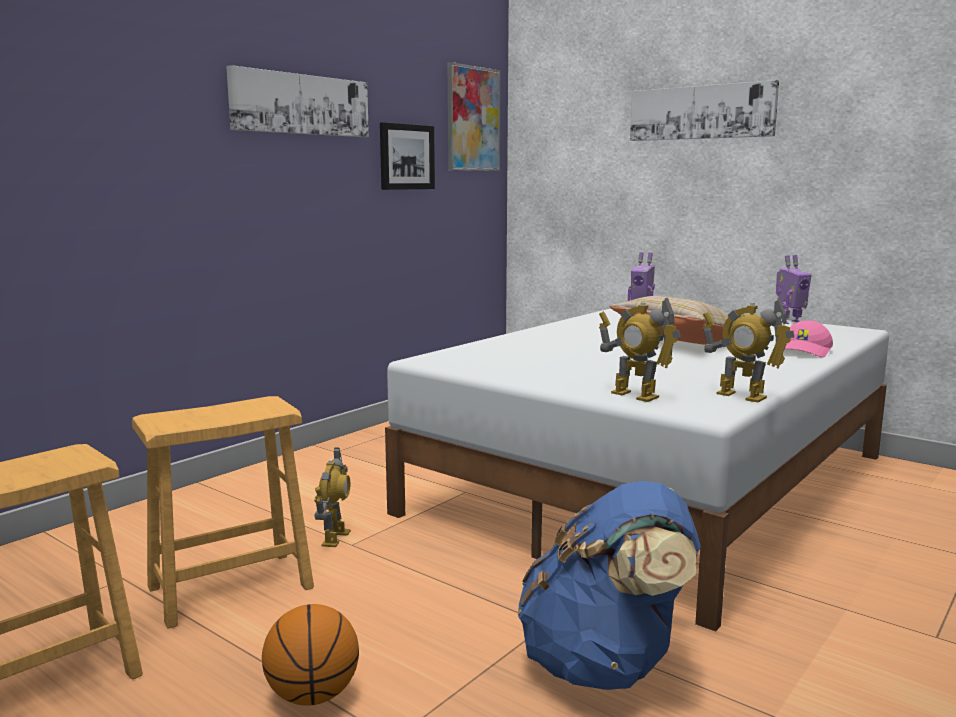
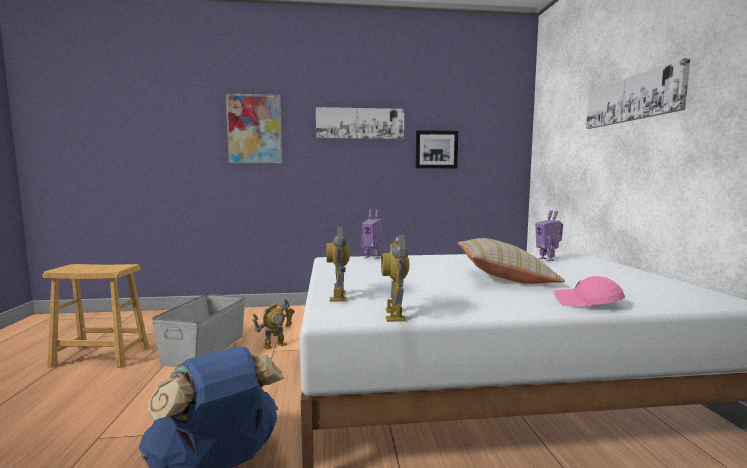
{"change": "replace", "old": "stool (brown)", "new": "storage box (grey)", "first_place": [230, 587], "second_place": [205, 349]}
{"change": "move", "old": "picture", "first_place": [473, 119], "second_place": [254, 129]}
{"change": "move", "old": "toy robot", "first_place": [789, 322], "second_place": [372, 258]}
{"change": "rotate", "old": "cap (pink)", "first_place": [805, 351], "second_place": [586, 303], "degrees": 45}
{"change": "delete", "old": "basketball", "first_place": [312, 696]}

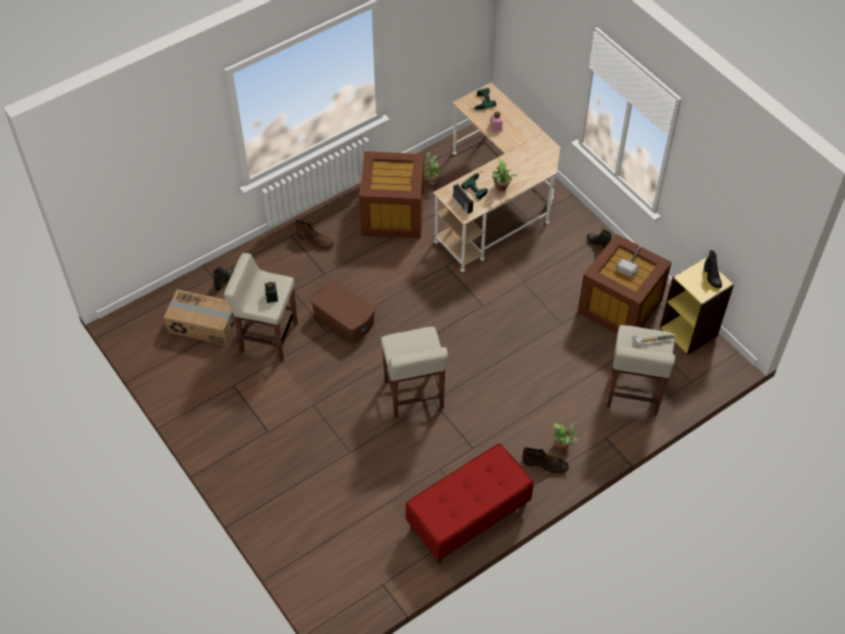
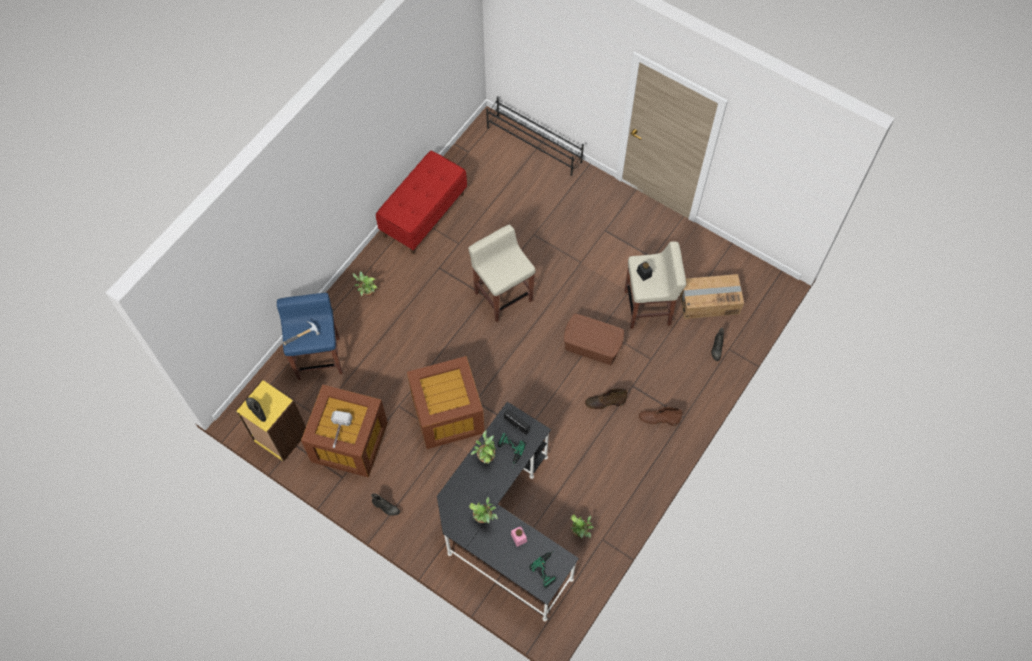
{"change": "recolor", "old": "stool (beige)", "new": "stool (blue)", "first_place": [633, 393], "second_place": [319, 357]}
{"change": "move", "old": "storage box (brown)", "first_place": [392, 213], "second_place": [449, 415]}
{"change": "recolor", "old": "desk (beige)", "new": "desk (black)", "first_place": [496, 202], "second_place": [503, 526]}
{"change": "insert", "new": "potted plant", "second_place": [484, 517]}
{"change": "insert", "new": "shoe rack (black)", "second_place": [534, 145]}
{"change": "move", "old": "boot (brown)", "first_place": [545, 464], "second_place": [605, 402]}

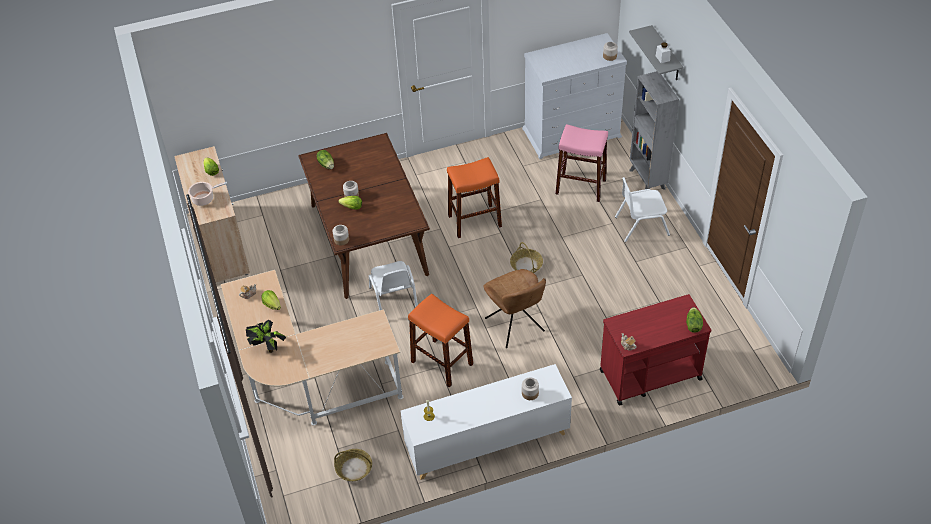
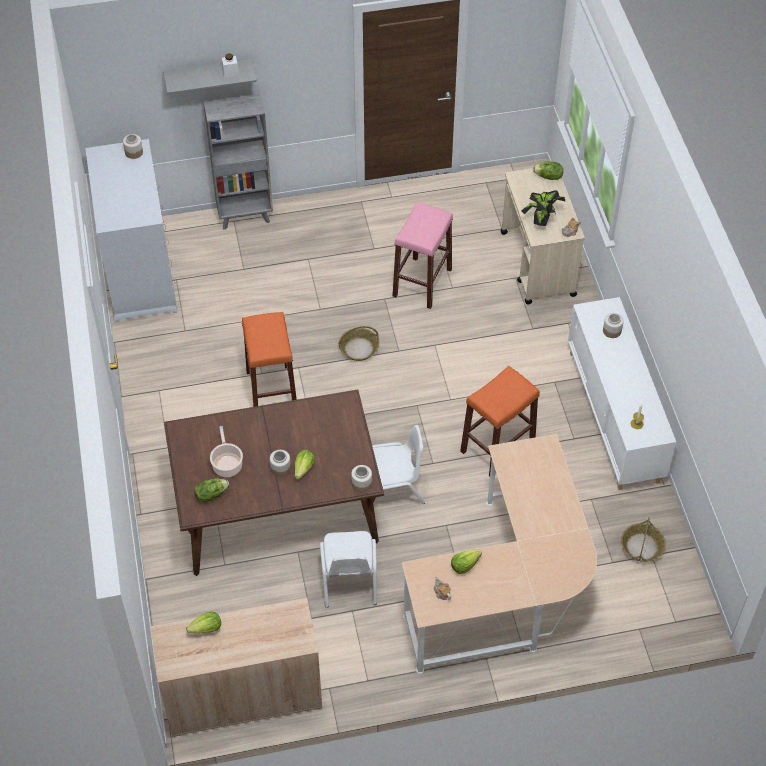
{"change": "move", "old": "cooking pot", "first_place": [204, 199], "second_place": [227, 464]}
{"change": "move", "old": "chair (white)", "first_place": [641, 225], "second_place": [349, 578]}
{"change": "move", "old": "stool (pink)", "first_place": [581, 187], "second_place": [422, 282]}
{"change": "recolor", "old": "cart (red)", "new": "cart (beige)", "first_place": [649, 375], "second_place": [537, 264]}
{"change": "move", "old": "potted plant", "first_place": [268, 348], "second_place": [542, 220]}
{"change": "delete", "old": "chair (brown)", "first_place": [515, 326]}

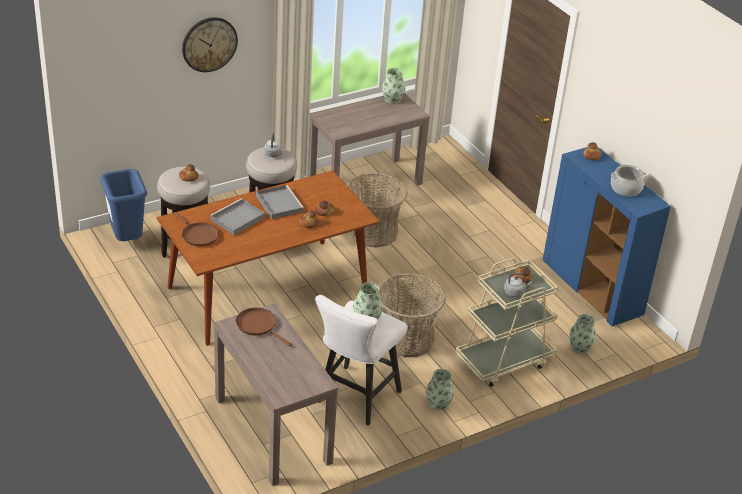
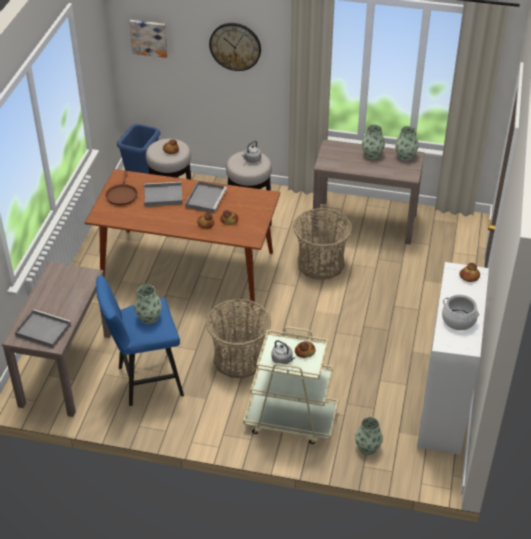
{"change": "insert", "new": "tray (grey)", "second_place": [42, 330]}
{"change": "recolor", "old": "stool (white)", "new": "stool (blue)", "first_place": [355, 399], "second_place": [145, 381]}
{"change": "insert", "new": "picture", "second_place": [149, 37]}
{"change": "move", "old": "vase", "first_place": [438, 403], "second_place": [372, 154]}
{"change": "recolor", "old": "cabinet (blue)", "new": "cabinet (white)", "first_place": [592, 289], "second_place": [444, 406]}
{"change": "delete", "old": "frying pan (brown)", "first_place": [258, 325]}

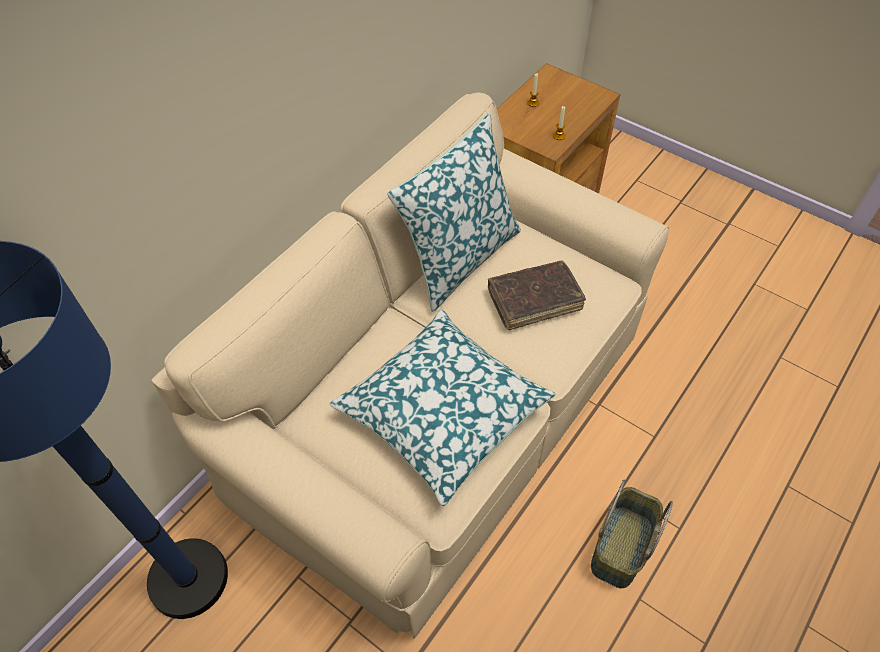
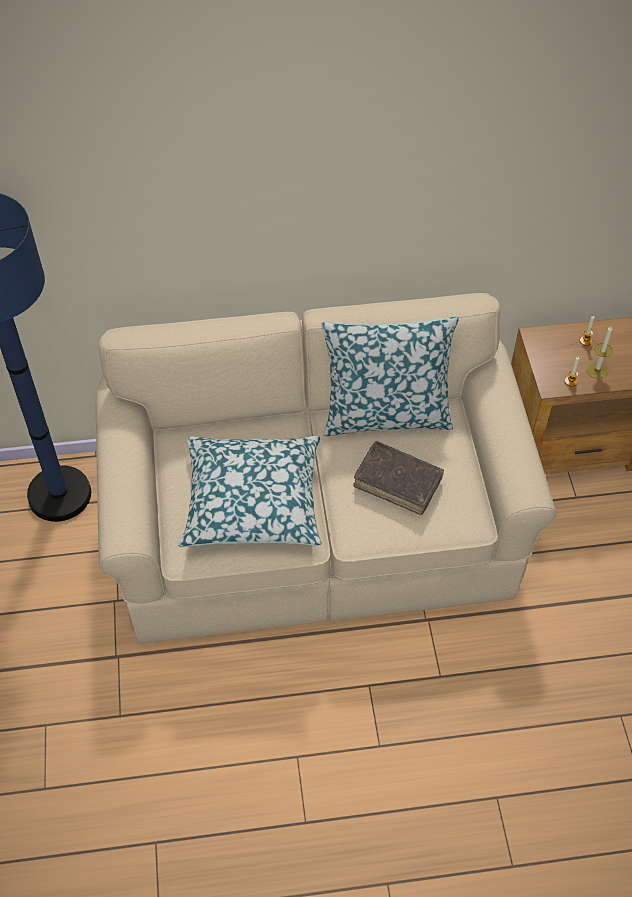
{"change": "insert", "new": "candle", "second_place": [597, 371]}
{"change": "delete", "old": "basket", "first_place": [620, 545]}

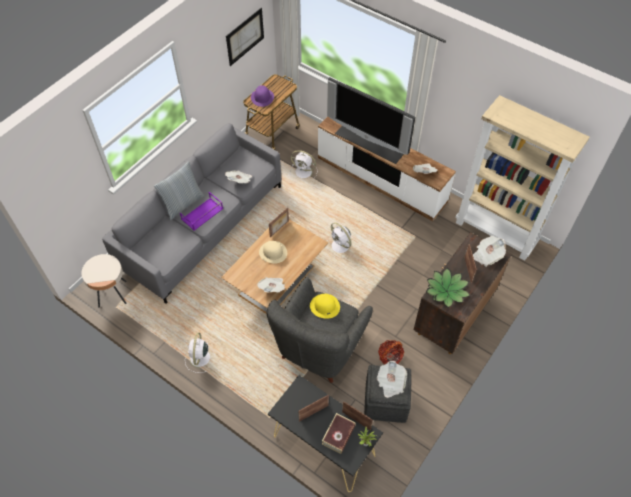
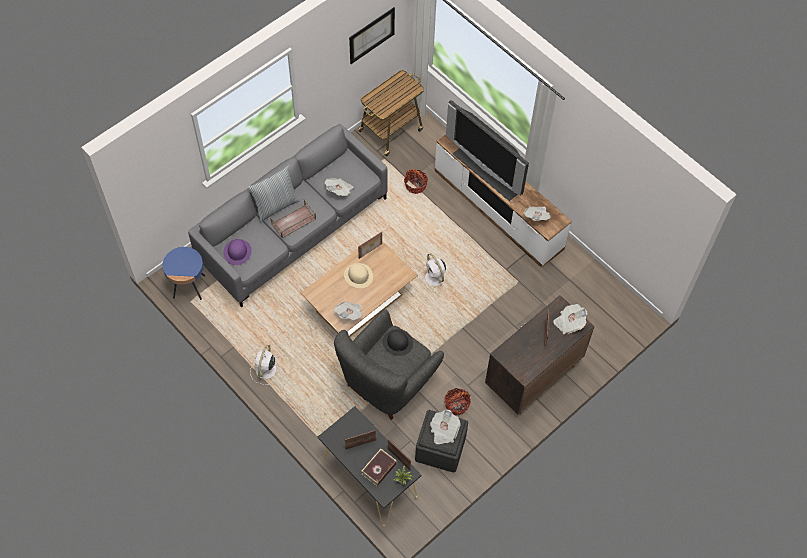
{"change": "recolor", "old": "side table (beige)", "new": "side table (blue)", "first_place": [112, 294], "second_place": [189, 287]}
{"change": "move", "old": "hat (purple)", "first_place": [262, 97], "second_place": [237, 252]}
{"change": "recolor", "old": "tray (purple)", "new": "tray (brown)", "first_place": [202, 214], "second_place": [293, 222]}
{"change": "recolor", "old": "hat (yellow)", "new": "hat (black)", "first_place": [324, 306], "second_place": [397, 342]}
{"change": "replace", "old": "fan (white)", "new": "basket", "first_place": [304, 172], "second_place": [415, 185]}
{"change": "delete", "old": "potted plant", "first_place": [446, 291]}
{"change": "delete", "old": "bookcase (beige)", "first_place": [496, 232]}

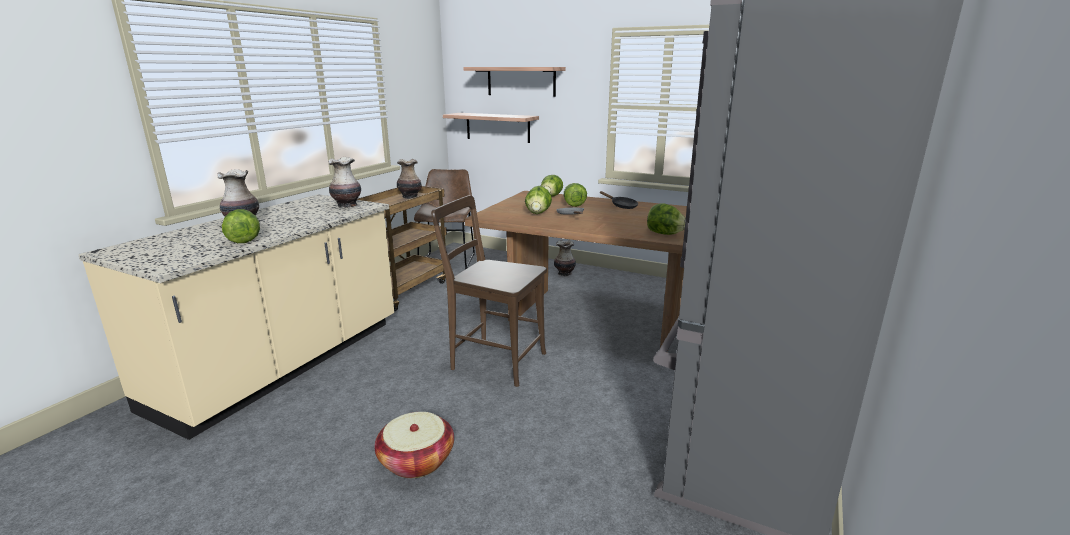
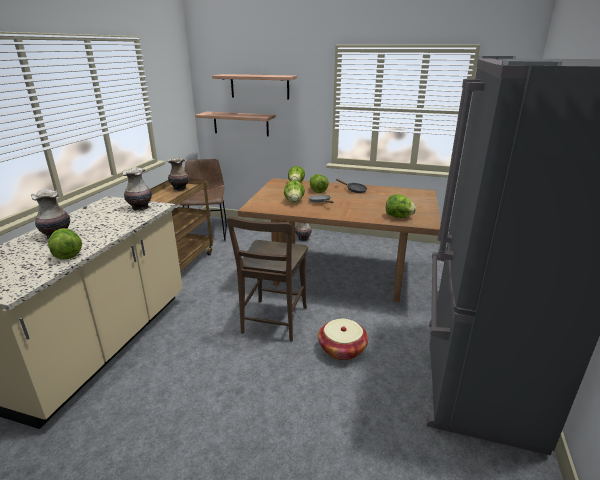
{"change": "rotate", "old": "chair (brown)", "first_place": [494, 360], "second_place": [273, 322], "degrees": -90}
{"change": "move", "old": "basket", "first_place": [416, 460], "second_place": [342, 349]}

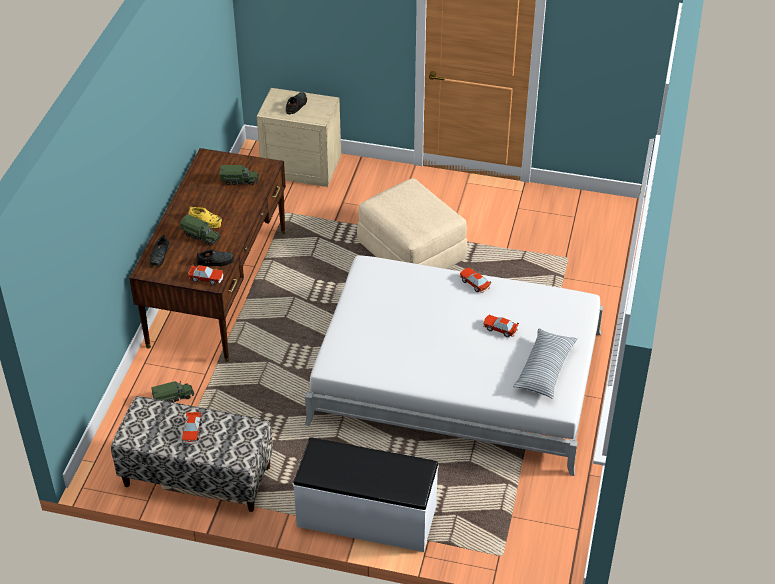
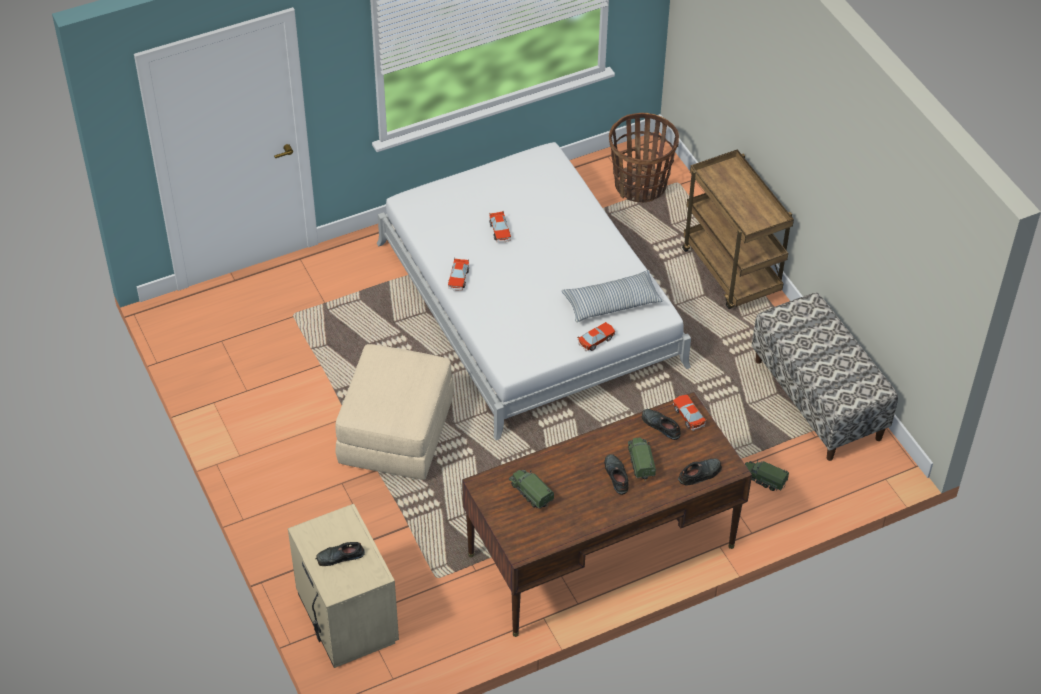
{"change": "move", "old": "pillow", "first_place": [544, 369], "second_place": [612, 303]}
{"change": "move", "old": "toy car", "first_place": [192, 432], "second_place": [596, 340]}
{"change": "recolor", "old": "shoe (yellow)", "new": "shoe (black)", "first_place": [205, 220], "second_place": [616, 476]}
{"change": "insert", "new": "basket", "second_place": [640, 186]}
{"change": "replace", "old": "bench (white)", "new": "cart (brown)", "first_place": [366, 517], "second_place": [732, 273]}

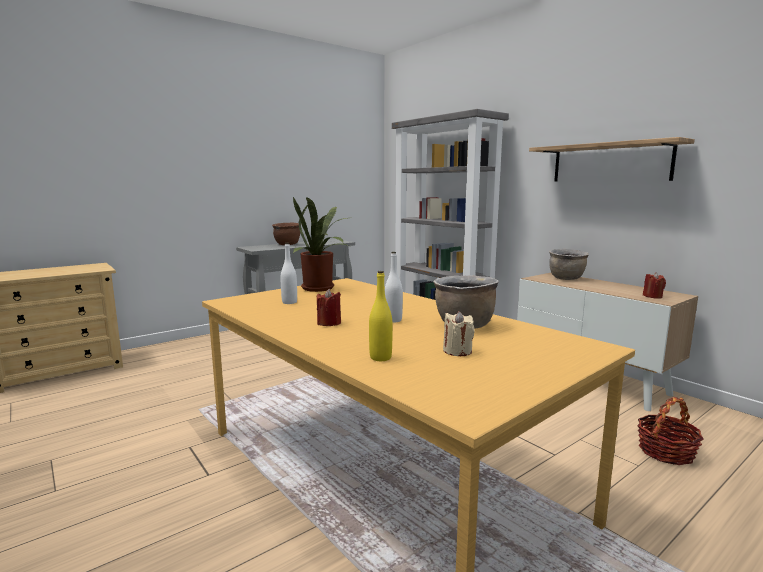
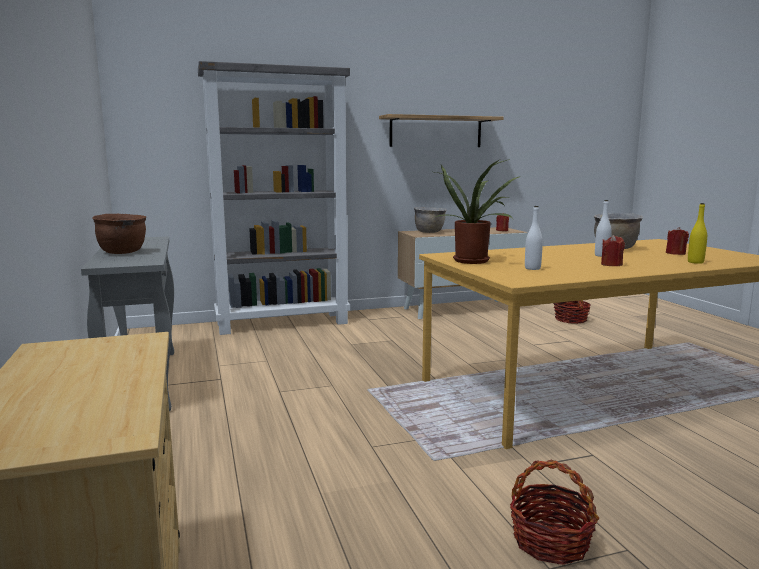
{"change": "insert", "new": "basket", "second_place": [550, 541]}
{"change": "recolor", "old": "candle (beige)", "new": "candle (red)", "first_place": [457, 351], "second_place": [675, 253]}

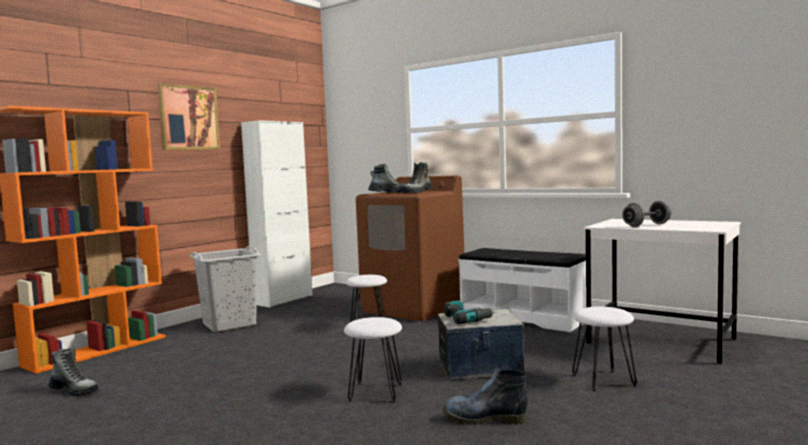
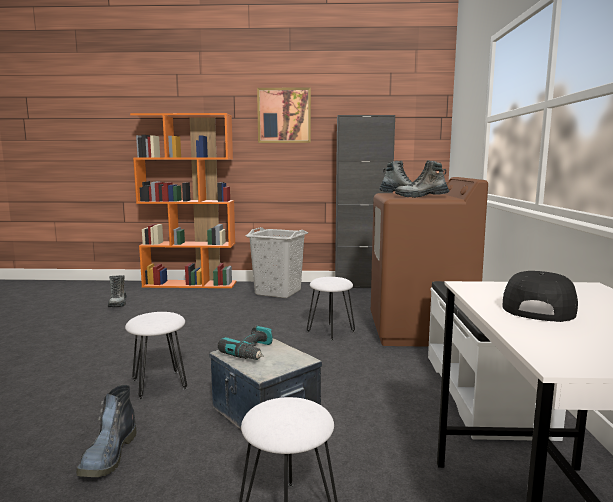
{"change": "rotate", "old": "boot", "first_place": [483, 419], "second_place": [109, 456], "degrees": -150}
{"change": "recolor", "old": "cabinet (white)", "new": "cabinet (black)", "first_place": [283, 300], "second_place": [361, 285]}
{"change": "replace", "old": "dumbbell (grey)", "new": "cap (black)", "first_place": [646, 225], "second_place": [537, 308]}

